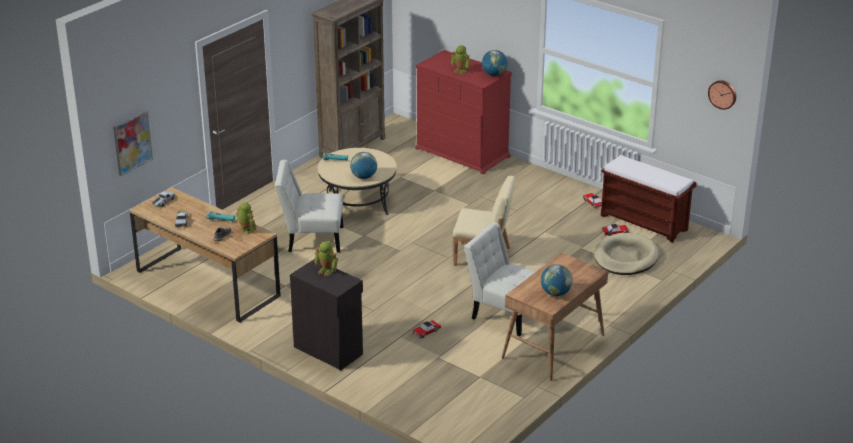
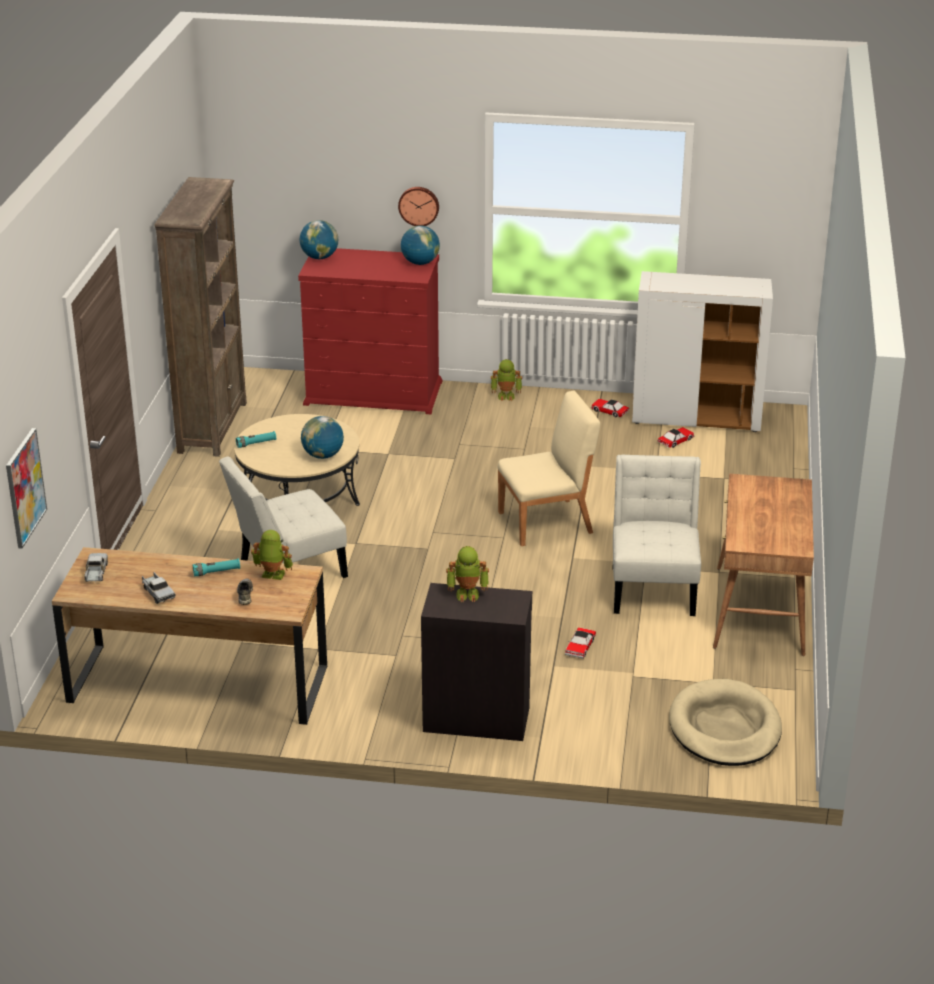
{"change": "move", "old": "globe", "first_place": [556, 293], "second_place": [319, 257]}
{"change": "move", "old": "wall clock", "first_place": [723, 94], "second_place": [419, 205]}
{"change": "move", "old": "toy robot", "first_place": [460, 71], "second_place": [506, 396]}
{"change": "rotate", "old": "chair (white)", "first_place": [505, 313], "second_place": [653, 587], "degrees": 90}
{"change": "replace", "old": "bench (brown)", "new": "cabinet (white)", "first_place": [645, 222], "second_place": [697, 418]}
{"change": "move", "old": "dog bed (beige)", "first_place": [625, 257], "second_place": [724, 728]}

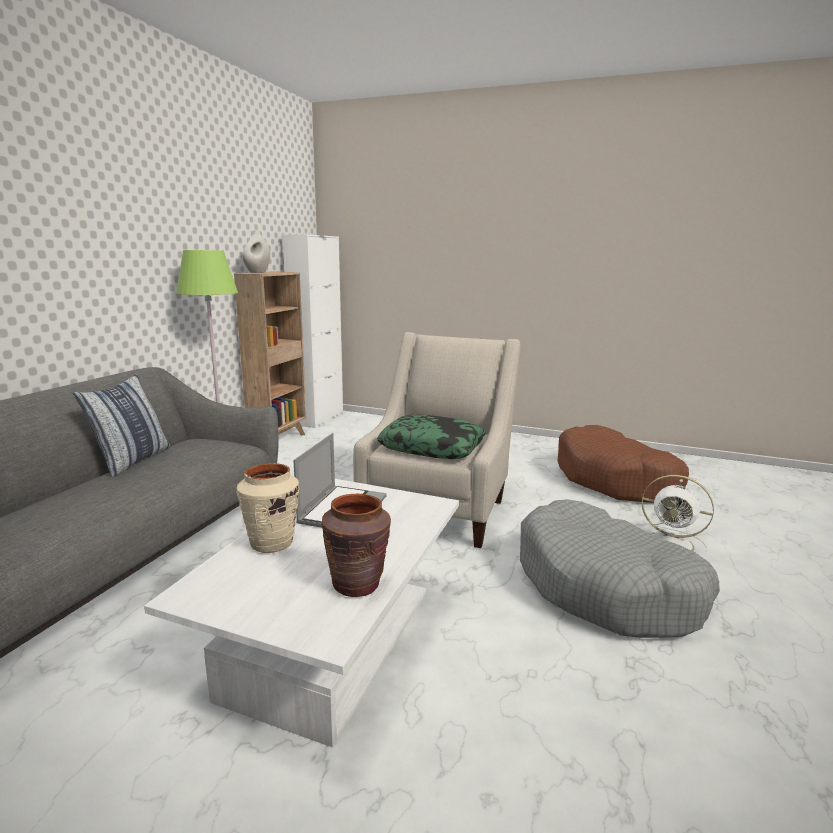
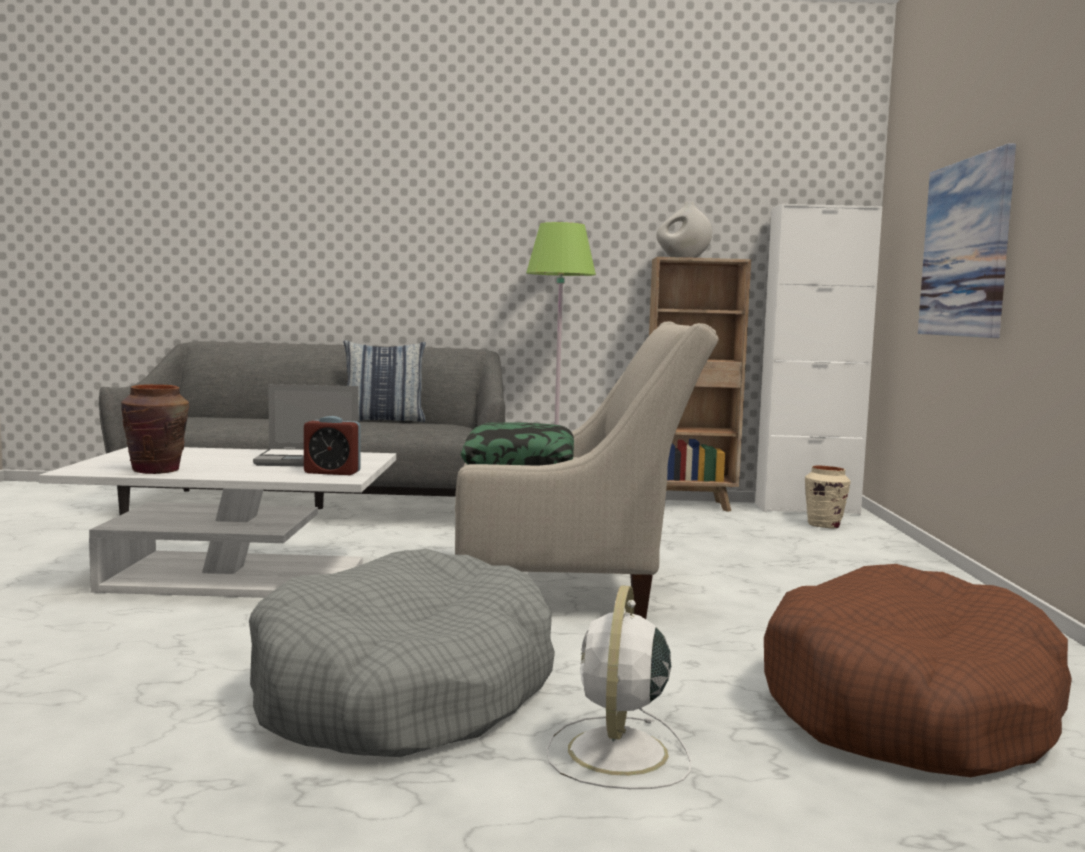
{"change": "insert", "new": "alarm clock", "second_place": [332, 472]}
{"change": "move", "old": "vase (beige)", "first_place": [272, 543], "second_place": [824, 525]}
{"change": "insert", "new": "picture", "second_place": [965, 248]}

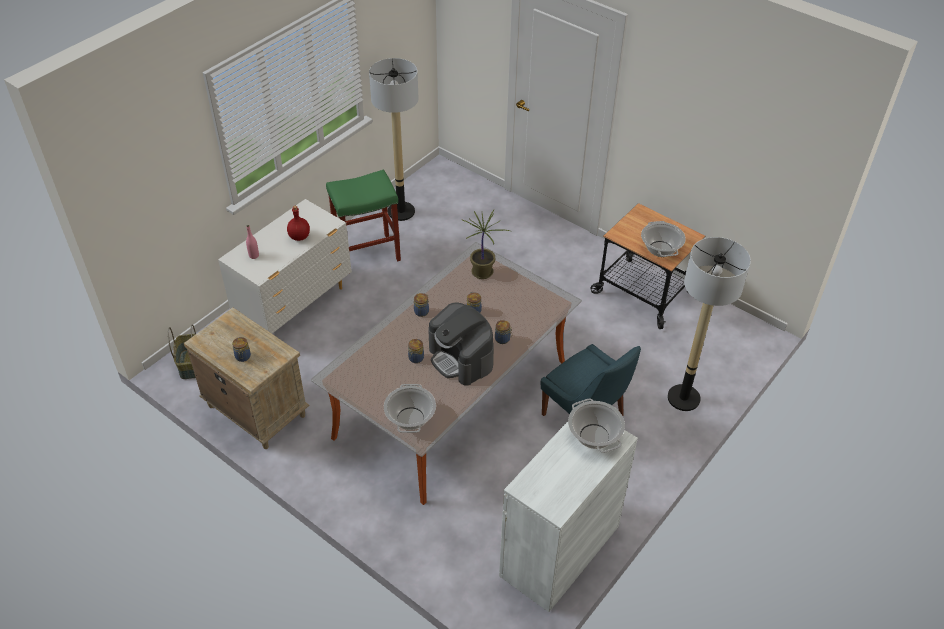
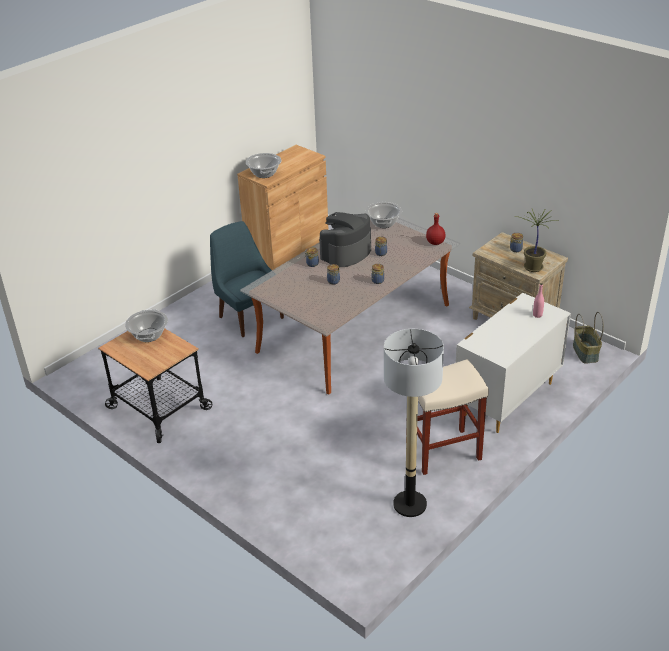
{"change": "recolor", "old": "cabinet (white)", "new": "cabinet (brown)", "first_place": [560, 550], "second_place": [288, 253]}
{"change": "rotate", "old": "coffee machine", "first_place": [461, 358], "second_place": [346, 253], "degrees": -105}
{"change": "recolor", "old": "stool (green)", "new": "stool (beige)", "first_place": [368, 253], "second_place": [442, 452]}
{"change": "move", "old": "bottle (red)", "first_place": [299, 236], "second_place": [435, 243]}
{"change": "move", "old": "potted plant", "first_place": [483, 273], "second_place": [532, 267]}
{"change": "delete", "old": "floor lamp", "first_place": [683, 398]}

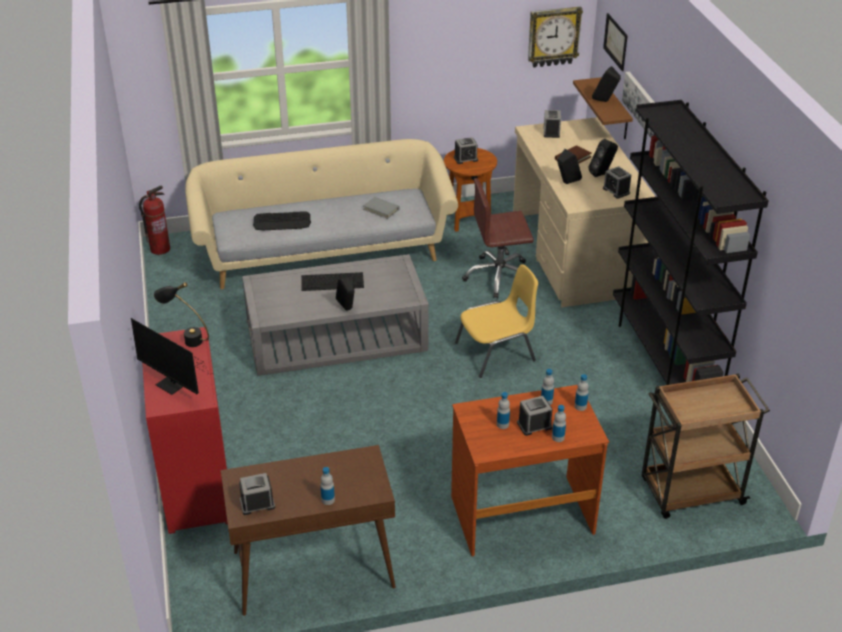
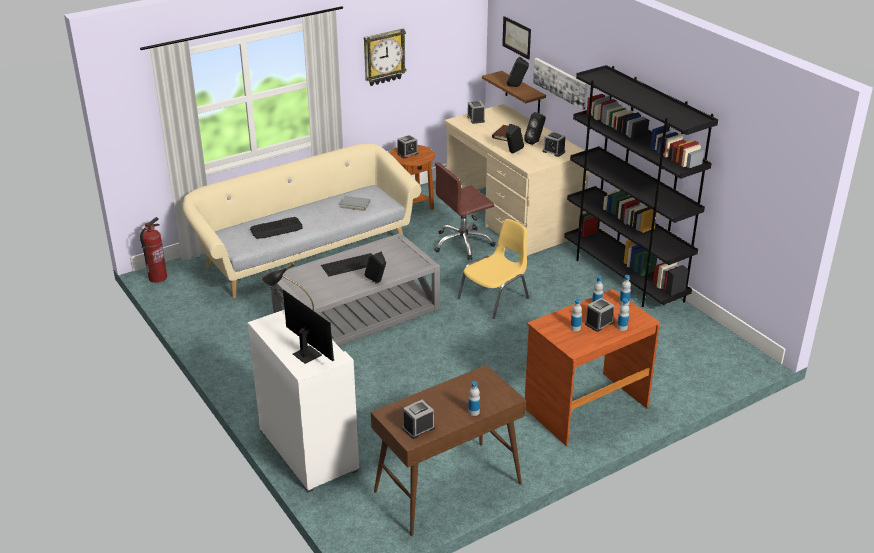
{"change": "recolor", "old": "cabinet (red)", "new": "cabinet (white)", "first_place": [195, 484], "second_place": [307, 450]}
{"change": "rotate", "old": "monitor", "first_place": [174, 386], "second_place": [305, 352], "degrees": -150}
{"change": "move", "old": "wall clock", "first_place": [553, 36], "second_place": [383, 57]}
{"change": "delete", "old": "cart (brown)", "first_place": [690, 492]}

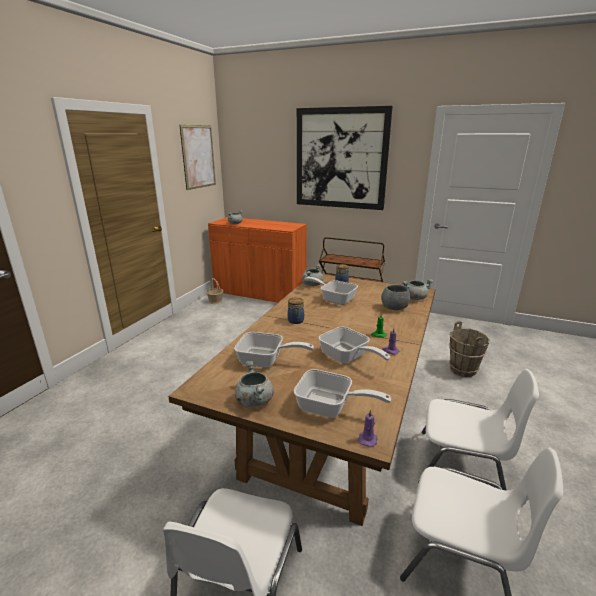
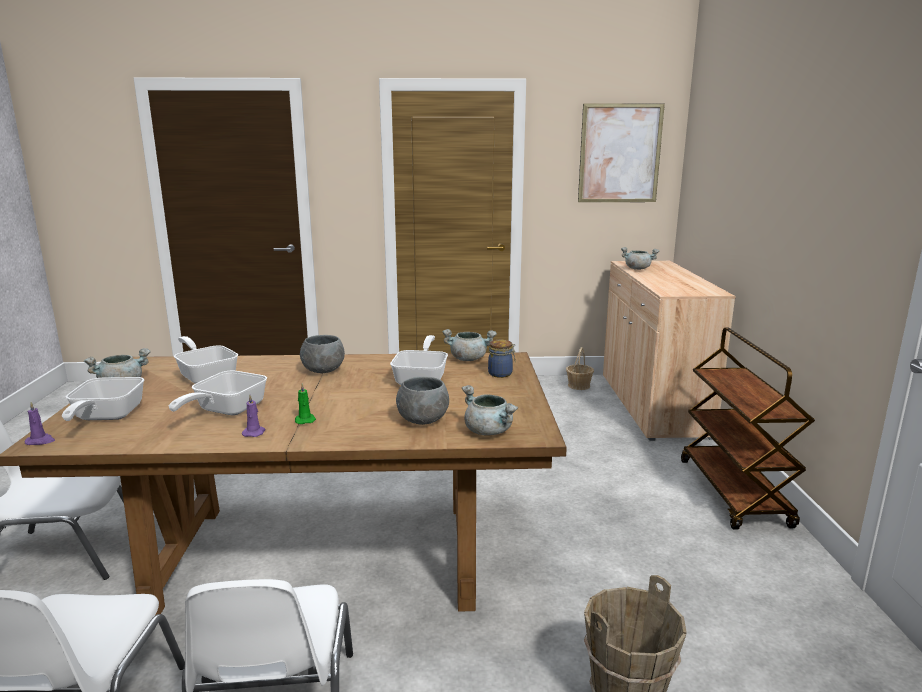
{"change": "rotate", "old": "frying pan", "first_place": [266, 361], "second_place": [206, 375], "degrees": 150}
{"change": "replace", "old": "jar", "new": "bowl (grey)", "first_place": [296, 321], "second_place": [323, 371]}
{"change": "recolor", "old": "cabinet (orange)", "new": "cabinet (beige)", "first_place": [259, 293], "second_place": [652, 405]}
{"change": "delete", "old": "picture", "first_place": [341, 159]}

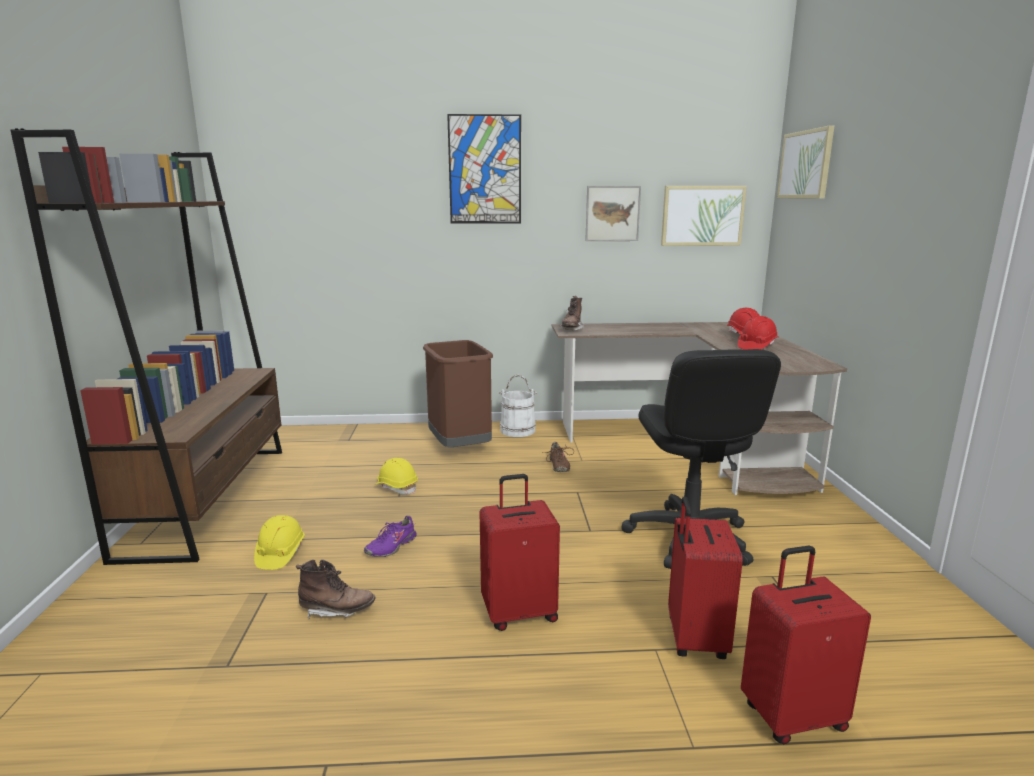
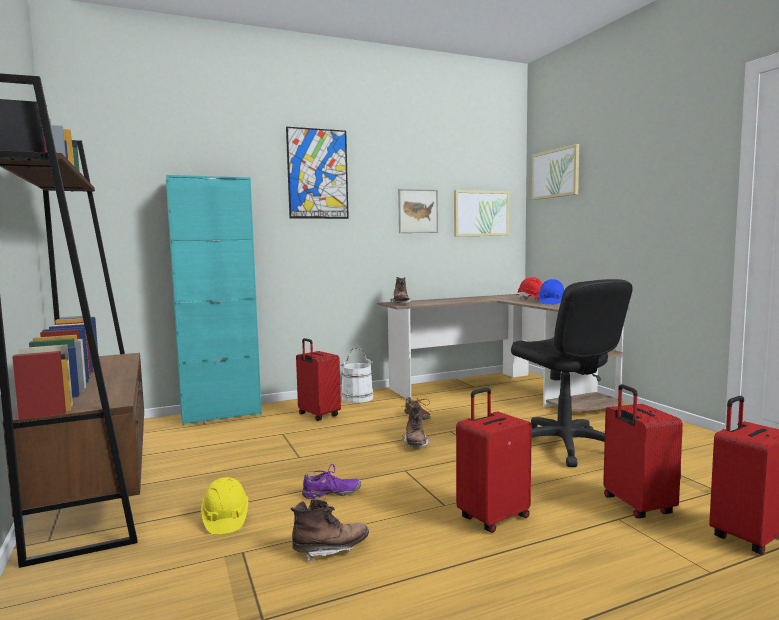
{"change": "insert", "new": "cabinet (turquoise)", "second_place": [221, 414]}
{"change": "replace", "old": "trash can (brown)", "new": "suitcase (red)", "first_place": [459, 447], "second_place": [318, 415]}
{"change": "rotate", "old": "shoe (purple)", "first_place": [391, 546], "second_place": [331, 494], "degrees": -120}
{"change": "insert", "new": "boot (brown)", "second_place": [415, 444]}
{"change": "recolor", "old": "hard hat (red)", "new": "hard hat (blue)", "first_place": [756, 346], "second_place": [551, 302]}
{"change": "delete", "old": "hard hat (yellow)", "first_place": [396, 487]}

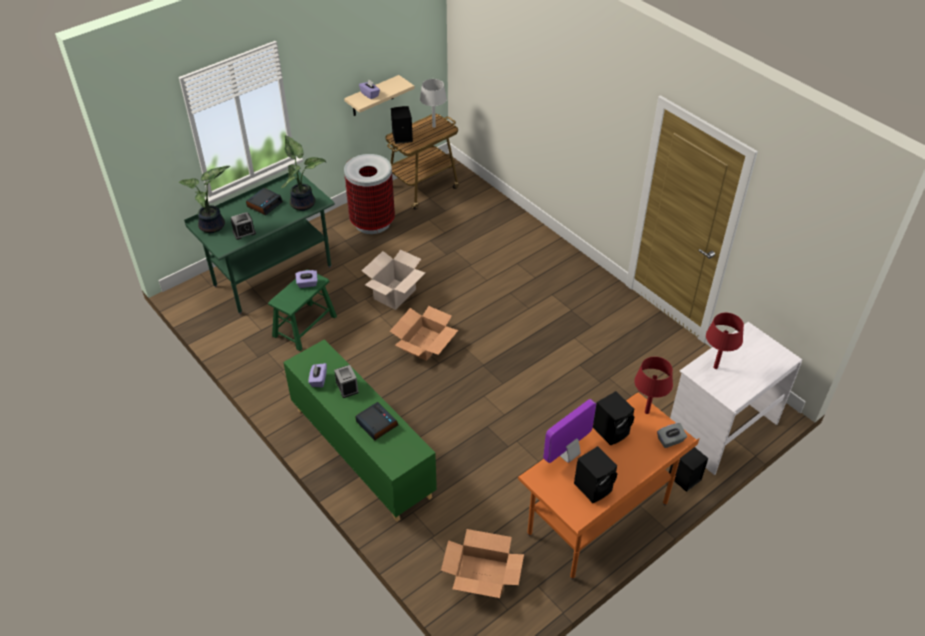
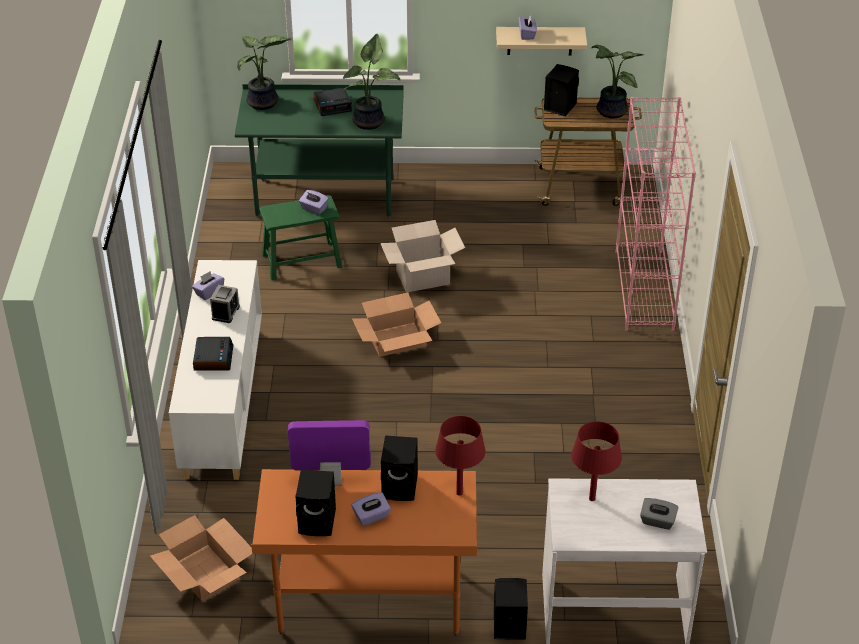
{"change": "recolor", "old": "cabinet (green)", "new": "cabinet (white)", "first_place": [361, 452], "second_place": [223, 401]}
{"change": "insert", "new": "tissue box (purple)", "second_place": [371, 517]}
{"change": "replace", "old": "table lamp (grey)", "new": "potted plant", "first_place": [433, 126], "second_place": [609, 111]}
{"change": "insert", "new": "bookcase (pink)", "second_place": [644, 290]}
{"change": "move", "old": "tissue box (grey)", "first_place": [670, 441], "second_place": [657, 521]}
{"change": "delete", "old": "alarm clock", "first_place": [244, 232]}
{"change": "delete", "old": "trash can", "first_place": [372, 222]}

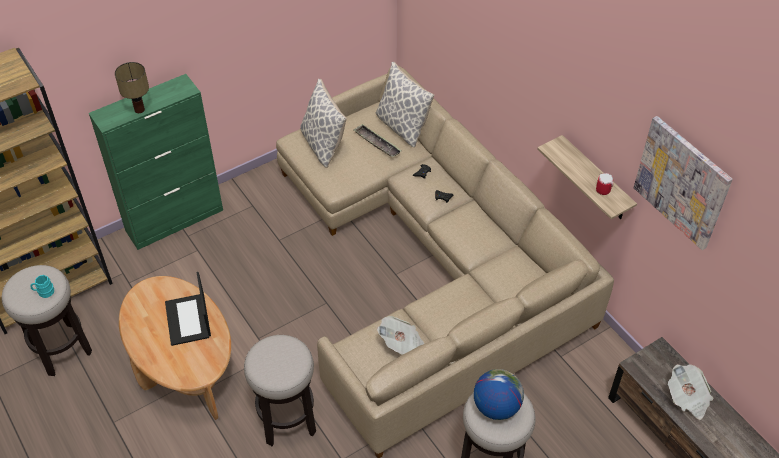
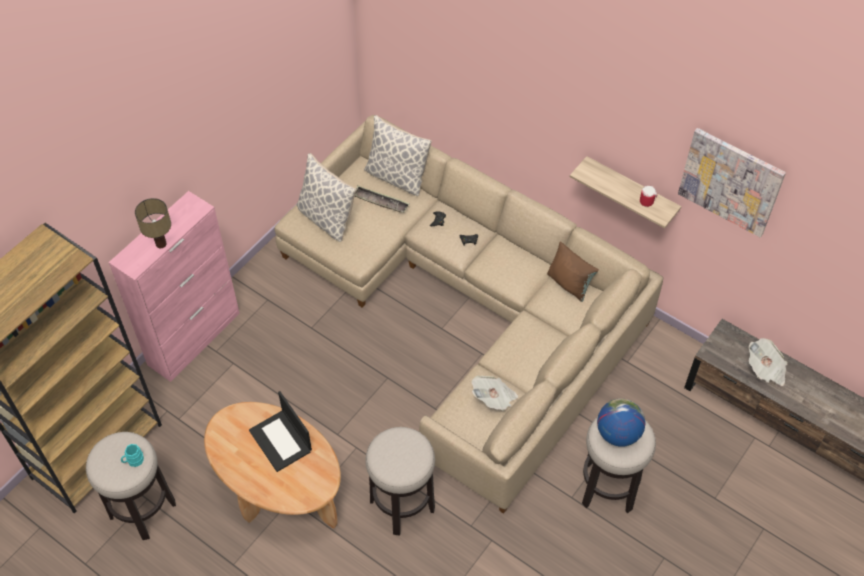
{"change": "recolor", "old": "cabinet (green)", "new": "cabinet (pink)", "first_place": [175, 220], "second_place": [194, 338]}
{"change": "insert", "new": "pillow (brown)", "second_place": [569, 284]}

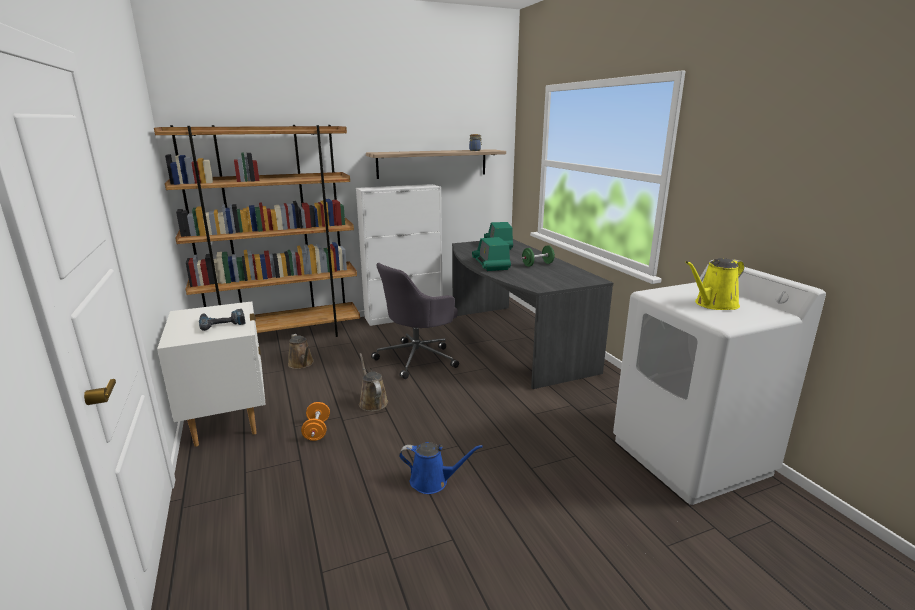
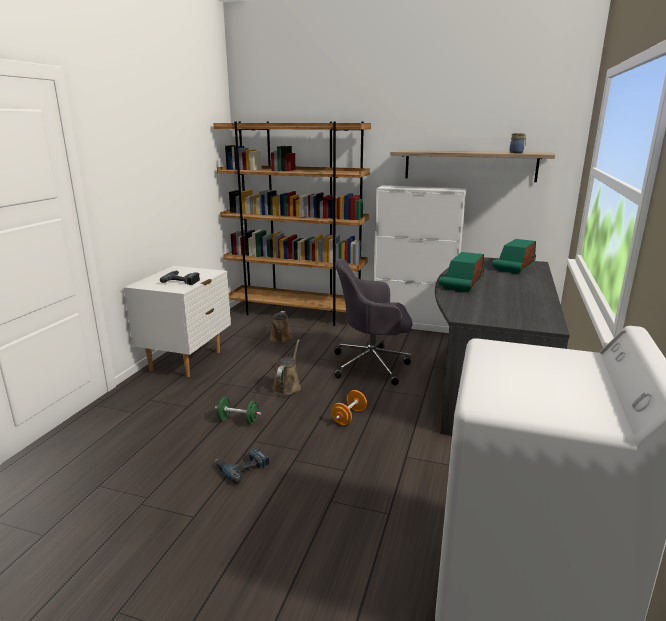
{"change": "move", "old": "dumbbell (green)", "first_place": [537, 264], "second_place": [238, 420]}
{"change": "replace", "old": "watering can (blue)", "new": "power drill", "first_place": [433, 481], "second_place": [242, 467]}
{"change": "move", "old": "dumbbell (orange)", "first_place": [317, 431], "second_place": [349, 417]}
{"change": "delete", "old": "watering can (yellow)", "first_place": [713, 304]}

